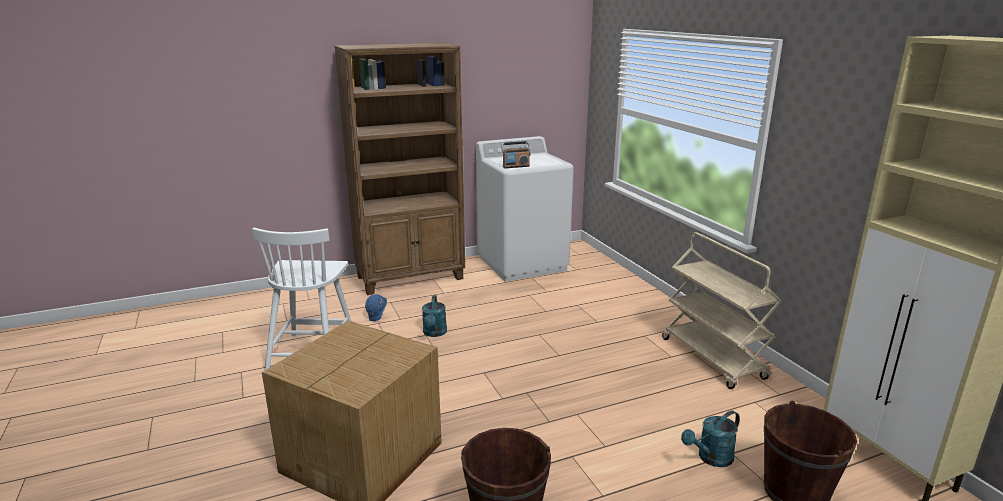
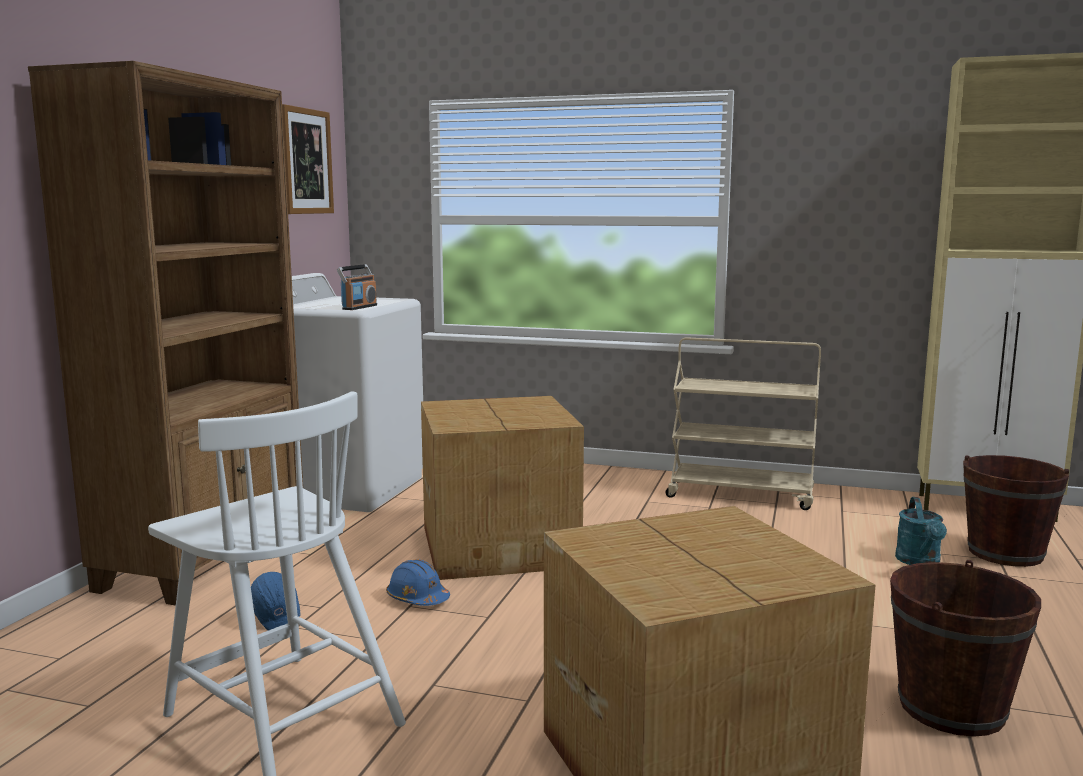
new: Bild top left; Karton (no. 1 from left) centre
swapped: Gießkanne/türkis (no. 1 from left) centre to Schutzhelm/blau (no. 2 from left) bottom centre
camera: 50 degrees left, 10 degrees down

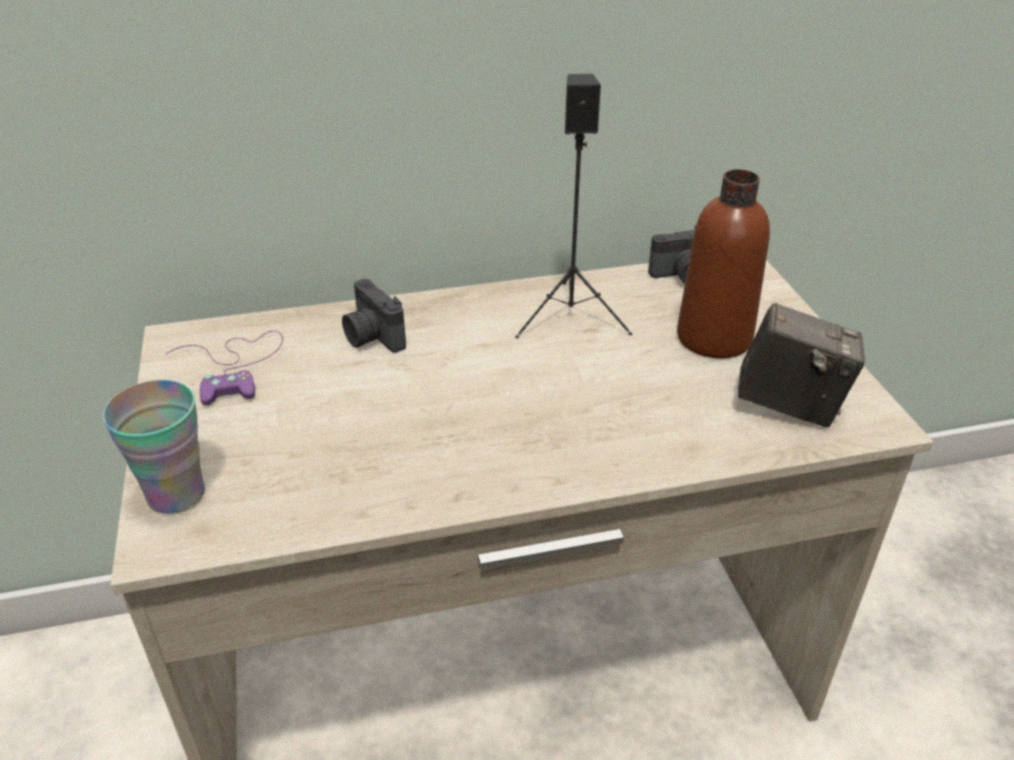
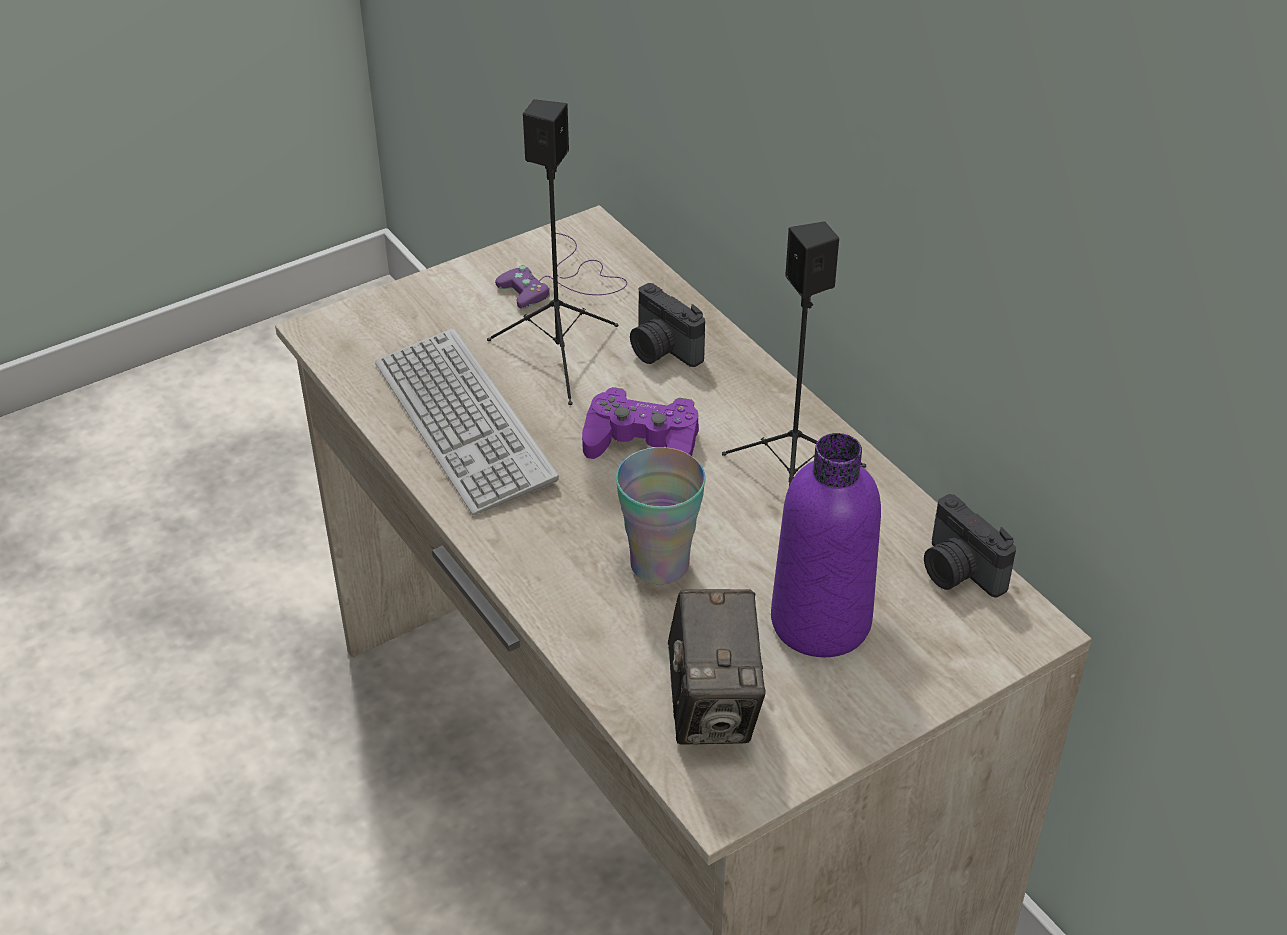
new: Lautsprecher/schwarz (no. 1 from left) top centre; Tastatur centre; Gamepad/lila (no. 2 from left) centre
shifted: Tasse middle left to centre
repainted: Flasche/braun middle right to Flasche/lila centre
rotated: Kamera (no. 1 from left) centre = centre 75 degrees counterclockwise
camera: 70 degrees right, 5 degrees up

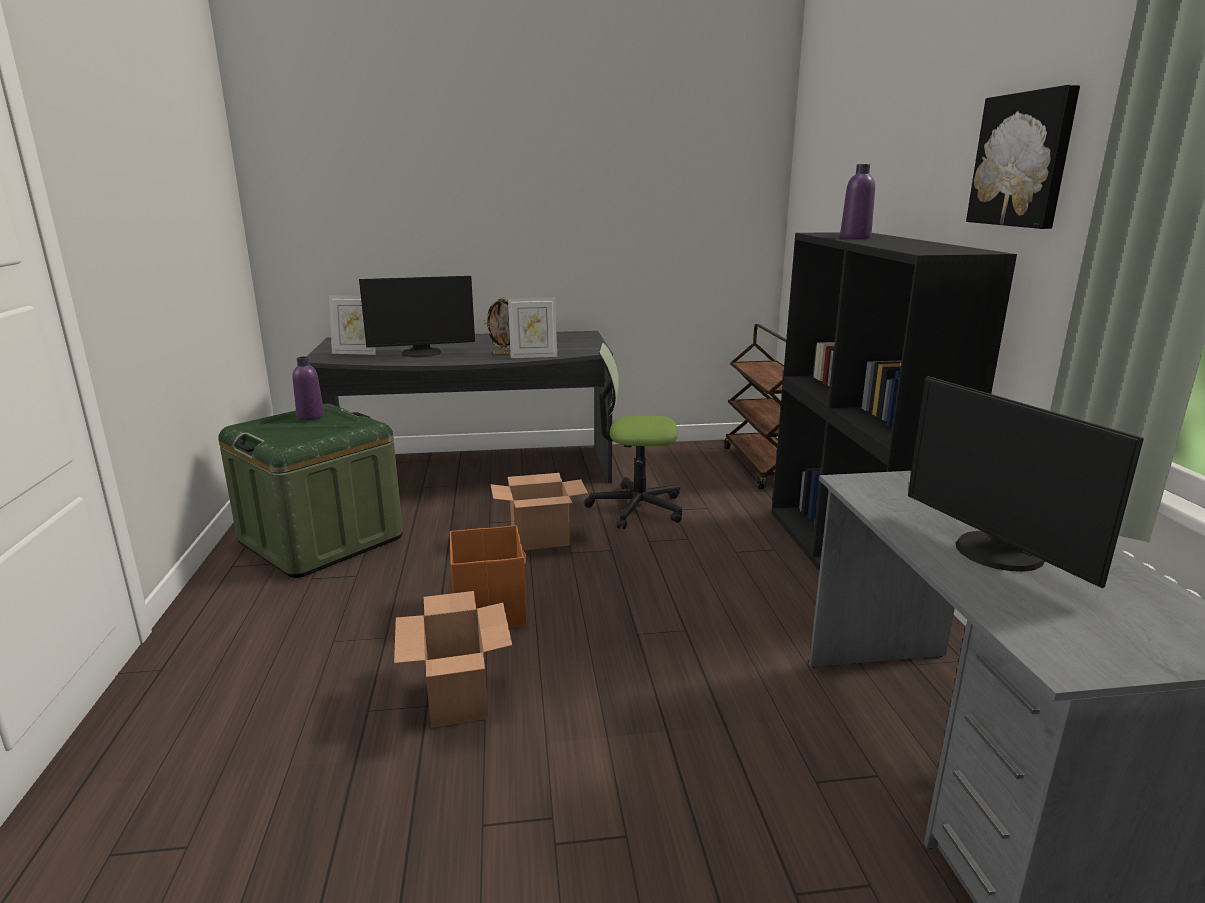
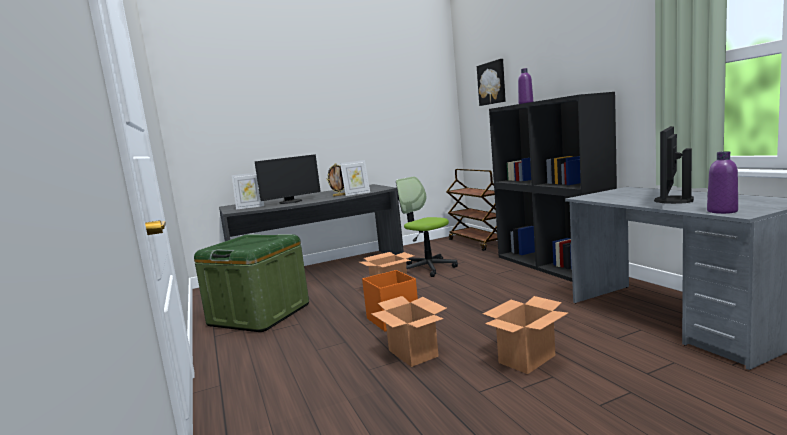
new: Karton (no. 3 from left) bottom right
shifted: Bild top right to top centre; Flasche/lila (no. 1 from left in the first image) middle left to Flasche/lila (no. 2 from left) middle right
rotated: Bürostuhl centre = centre 60 degrees clockwise; Monitor (no. 2 from left) middle right = middle right 75 degrees clockwise
camera: 15 degrees left, 10 degrees down

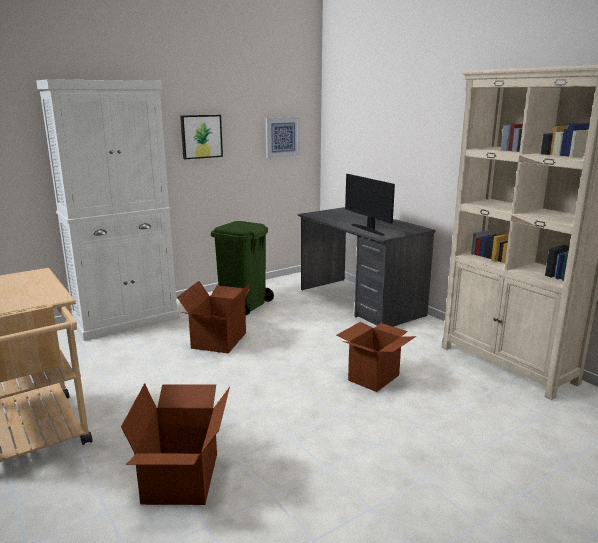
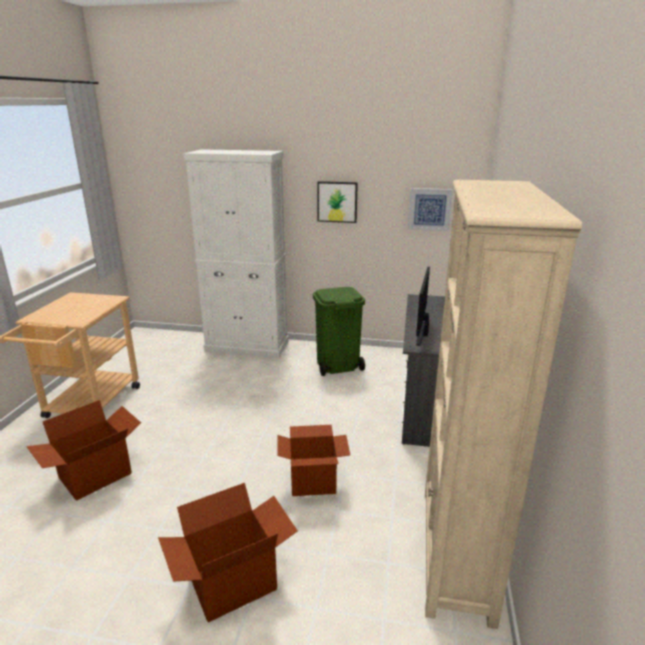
shifted: Karton (no. 2 from left) centre to bottom centre
camera: 45 degrees right, 5 degrees up

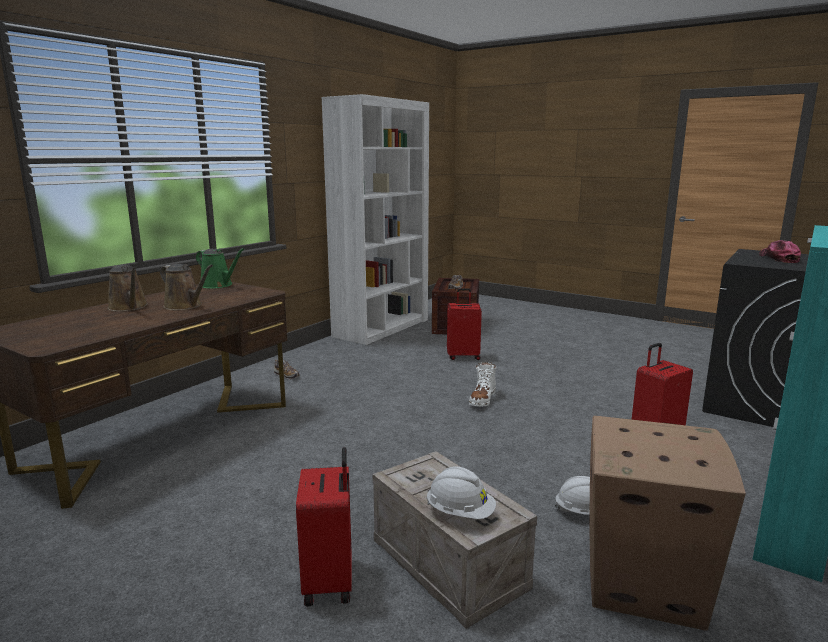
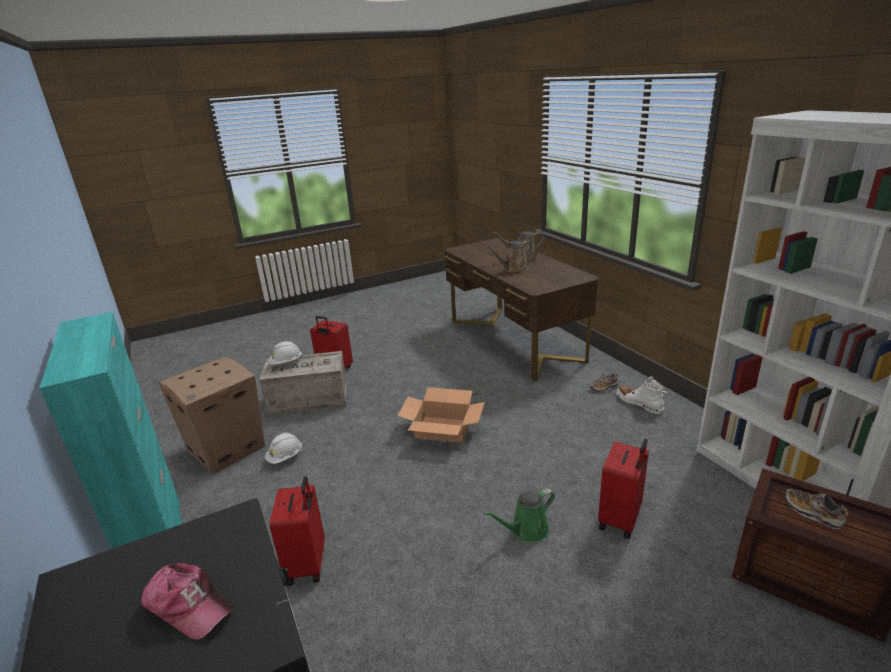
new: Karton (no. 2 from left) centre
shifted: Gießkanne/grün middle left to bottom centre; Stiefel/weiß centre to middle right
camera: 120 degrees right, 10 degrees up

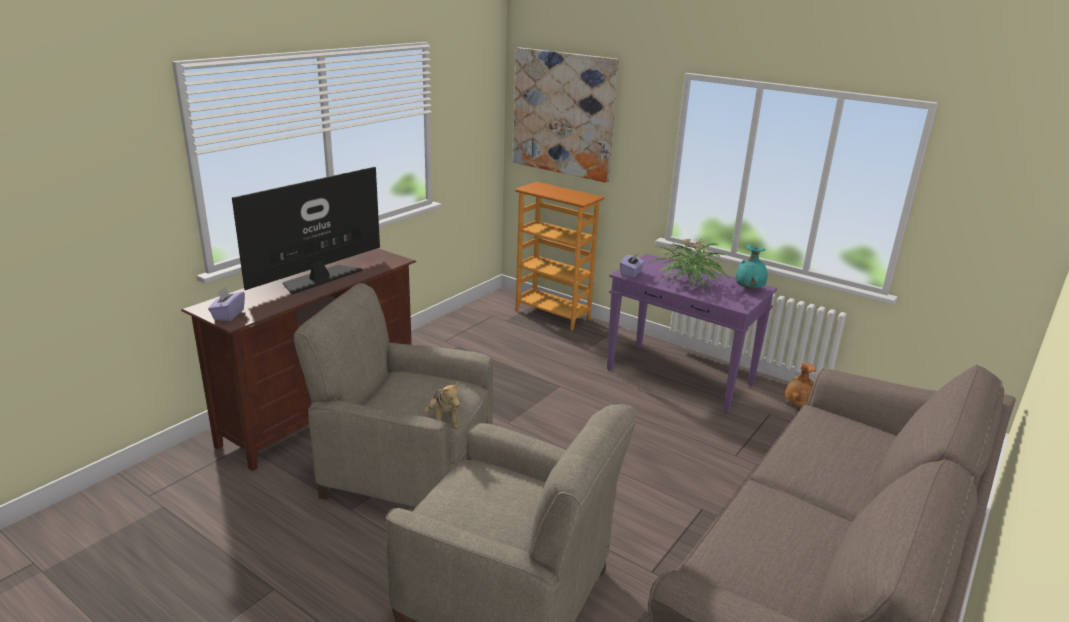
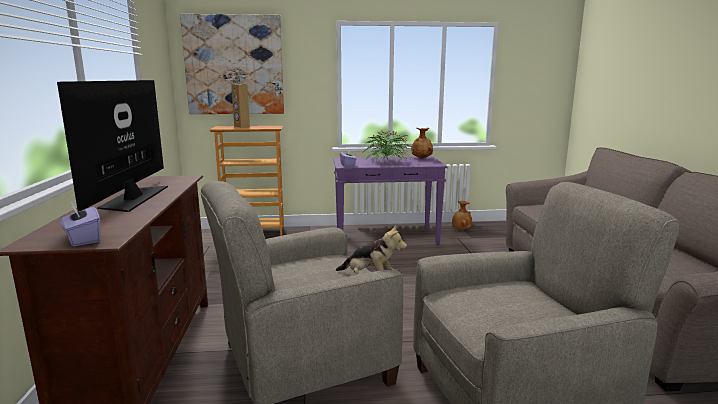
new: Lautsprecher/braun top centre
repainted: Vase/türkis middle right to Vase/braun (no. 1 from left) centre
camera: 40 degrees left, 10 degrees down

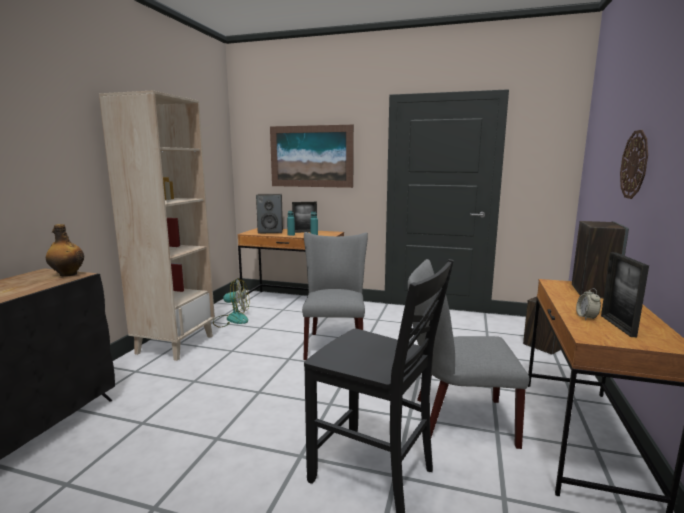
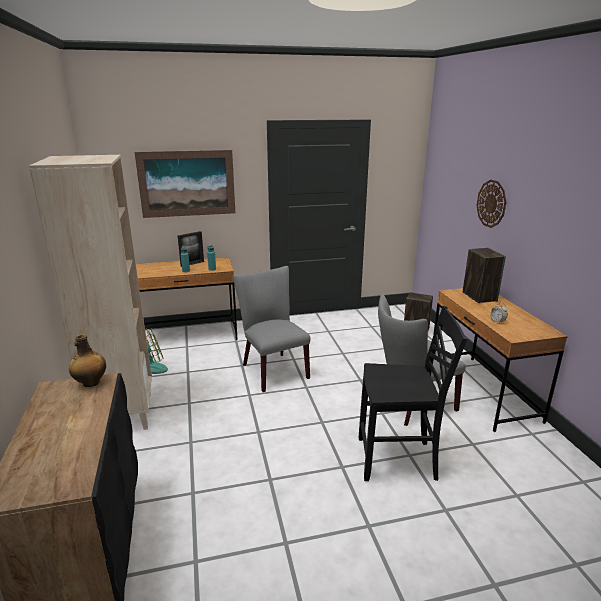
gone: Lautsprecher (no. 1 from left) centre; Bilderrahmen (no. 2 from left) middle right
camera: 30 degrees left, 10 degrees up

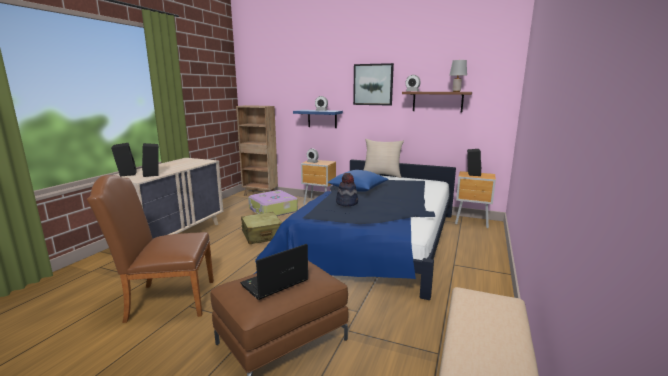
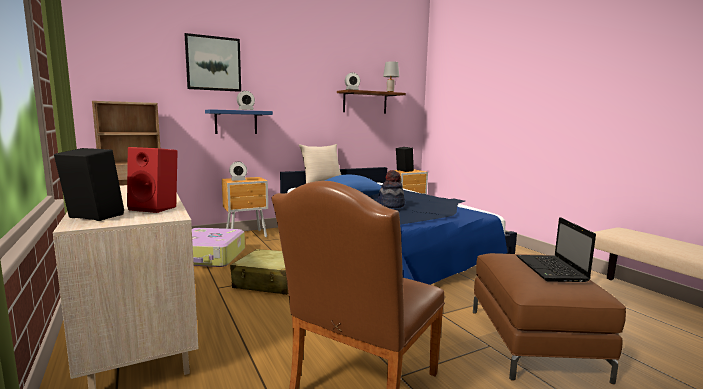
shifted: Bild top centre to top left
repainted: Lautsprecher/schwarz (no. 2 from left) middle left to Lautsprecher/rot middle left
camera: 50 degrees left, 5 degrees down

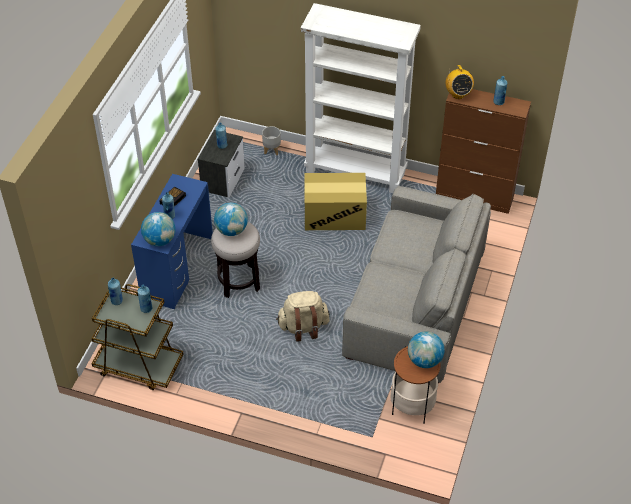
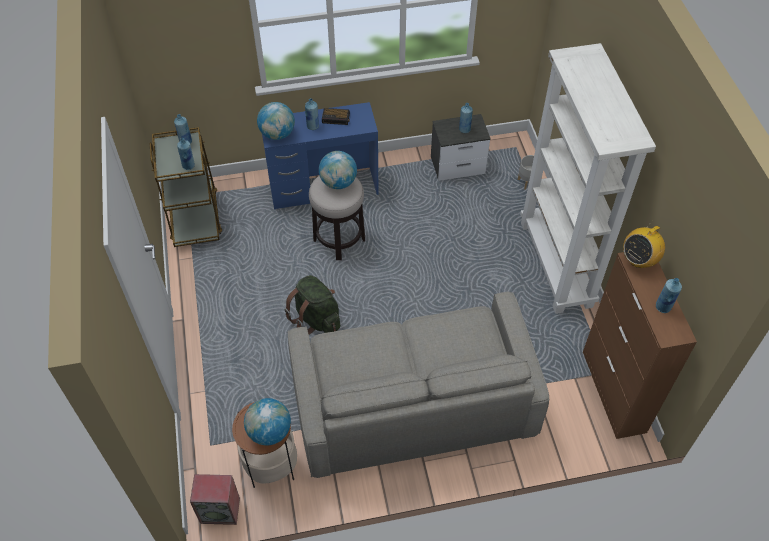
gone: Karton centre
new: Lautsprecher bottom left
repainted: Rucksack/beige centre to Rucksack/grün centre
camera: 60 degrees right, 5 degrees up

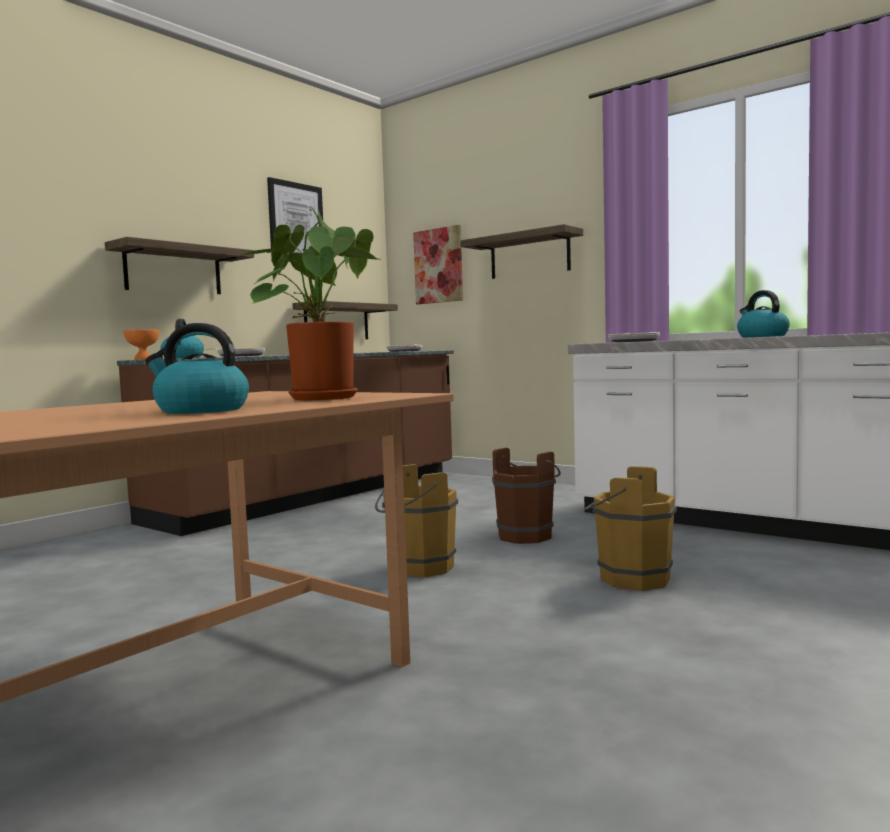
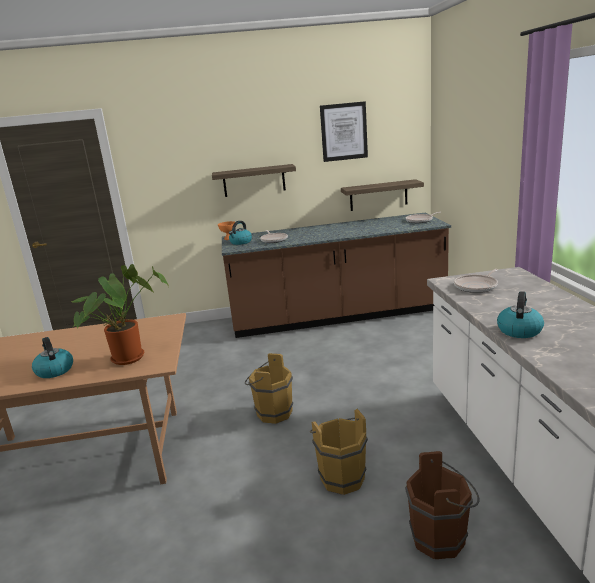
gone: Wandregal (no. 3 from left) top centre; Bild (no. 2 from left) top centre
shifted: Eimer/braun (no. 2 from left in the first image) centre to Eimer/braun (no. 3 from left) bottom right
camera: 45 degrees right, 15 degrees up

